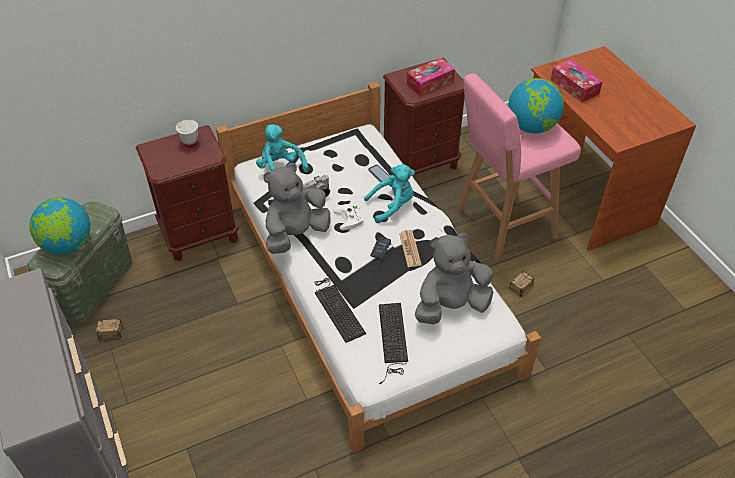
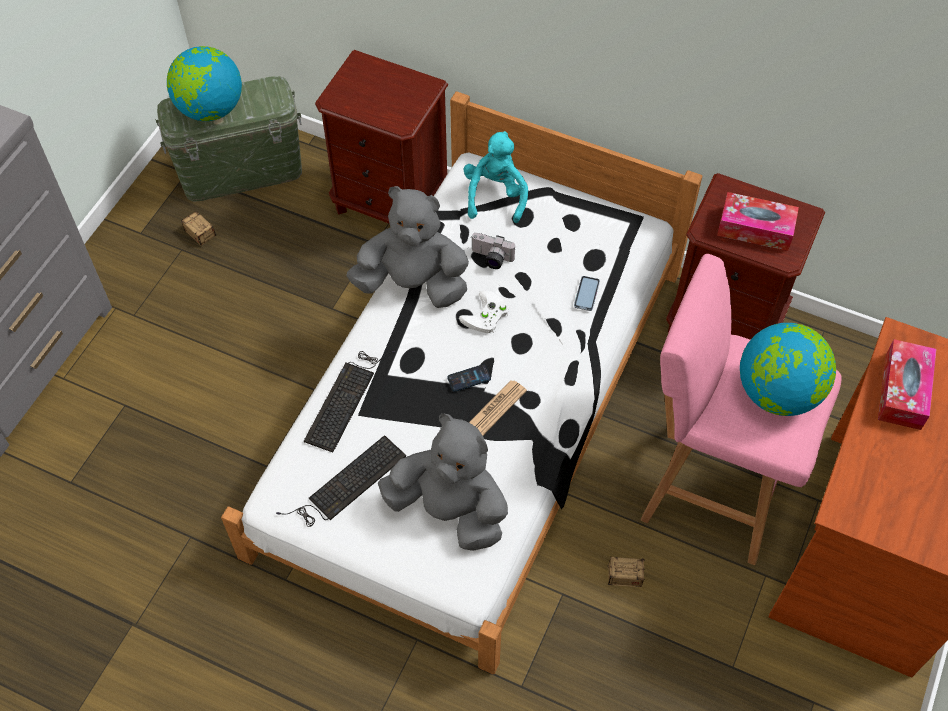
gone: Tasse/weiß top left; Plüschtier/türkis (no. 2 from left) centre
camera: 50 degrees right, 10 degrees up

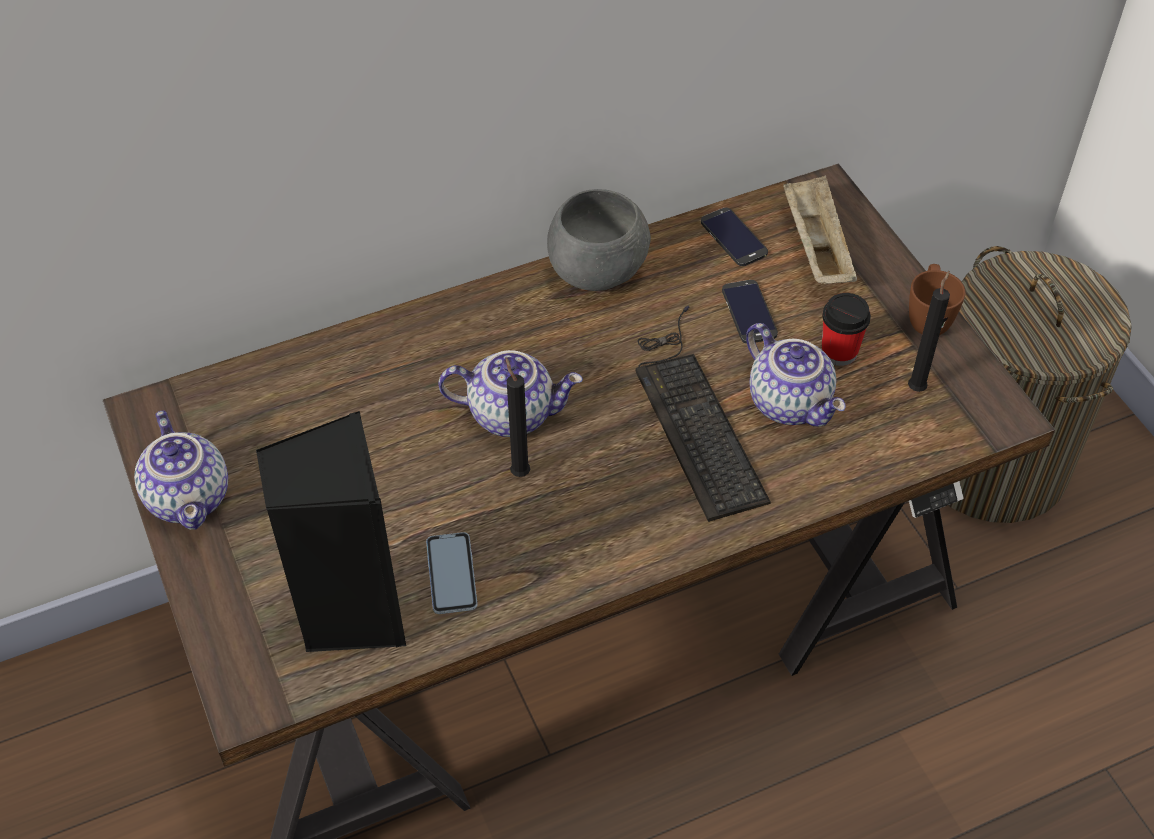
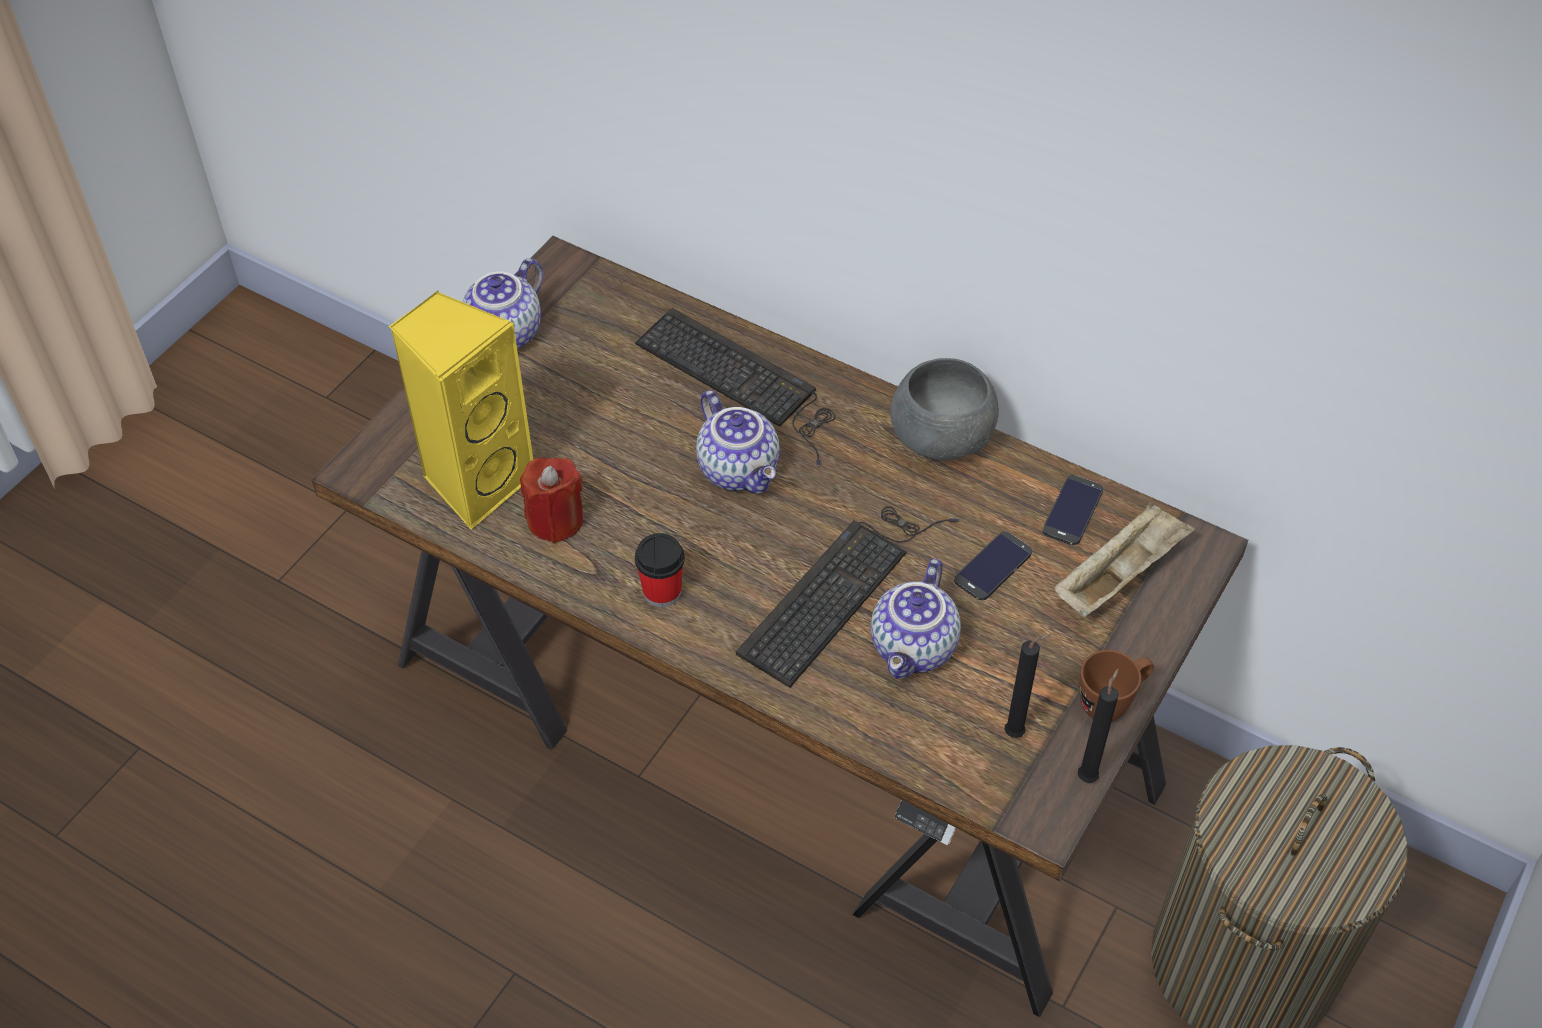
new: Tastatur (no. 1 from left) centre
shifted: Tasse middle right to centre; Kerze/schwarz (no. 1 from left in the first image) centre to Kerze/schwarz (no. 2 from left) bottom right
swapped: Handy (no. 1 from left) bottom centre to Kerze/rot centre
repainted: Lautsprecher/schwarz middle left to Lautsprecher/gelb middle left
camera: 55 degrees right, 0 degrees up

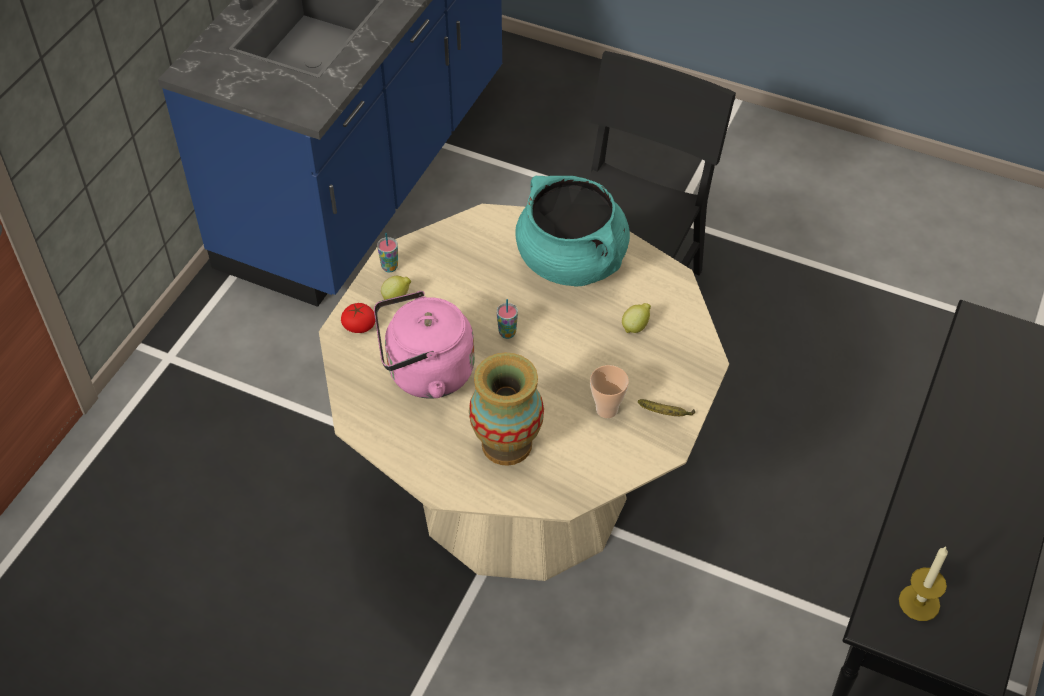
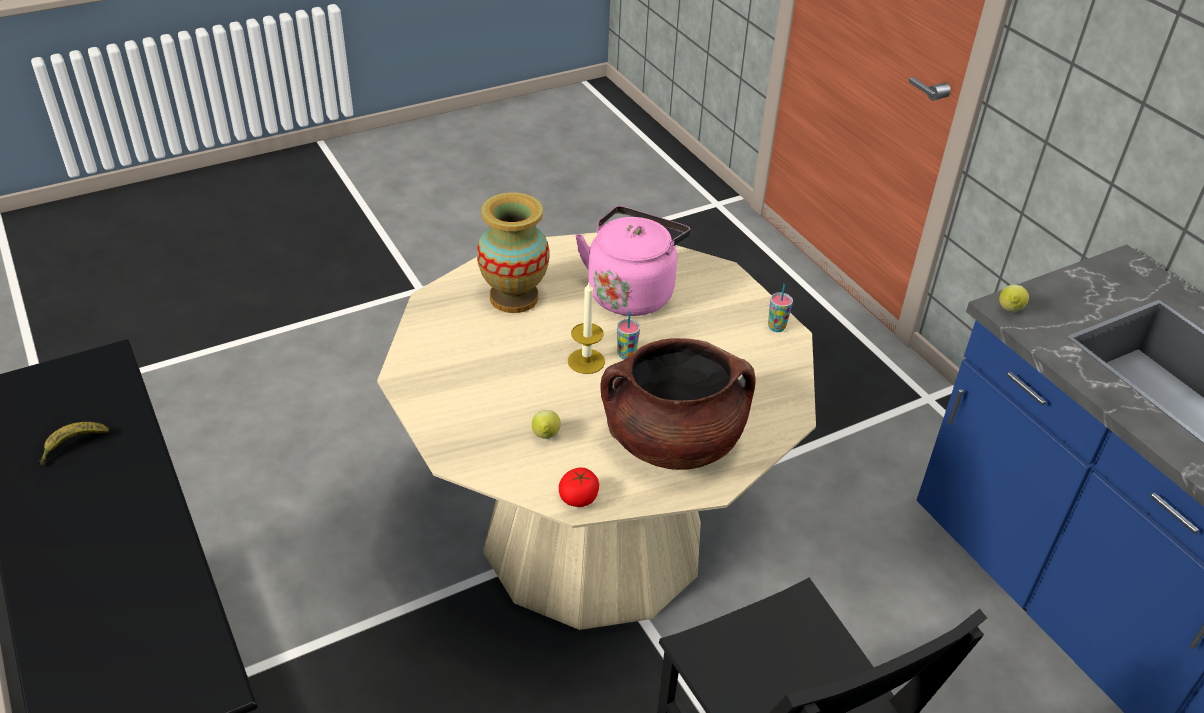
gone: Tasse (no. 3 from left) centre
shifted: Zitrone (no. 1 from left in the first image) centre to Zitrone (no. 2 from left) middle right; Tomate centre to bottom centre; Banane centre to middle left; Kerze bottom right to centre
repainted: Kochtopf/türkis top centre to Kochtopf/braun centre
camera: 125 degrees right, 10 degrees down

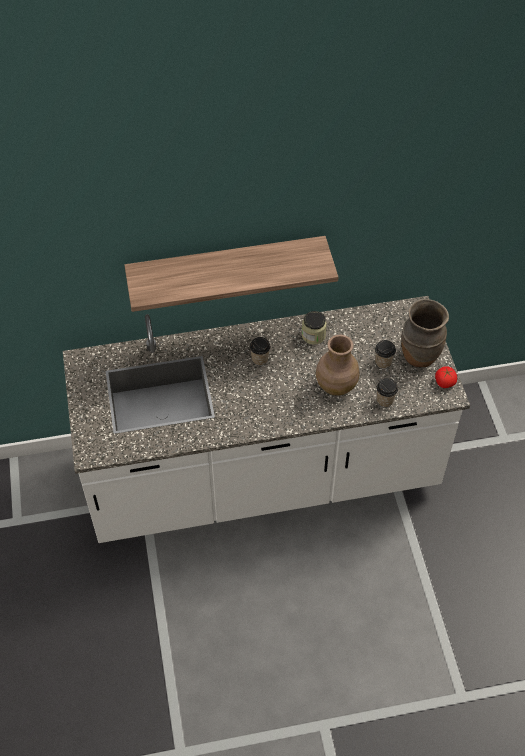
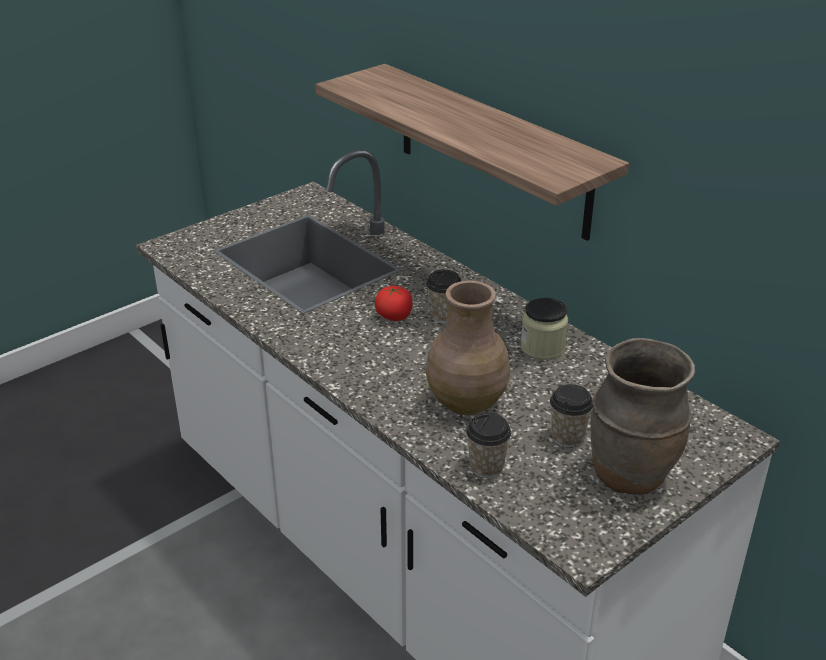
shifted: Tomate middle right to centre
camera: 60 degrees right, 20 degrees down

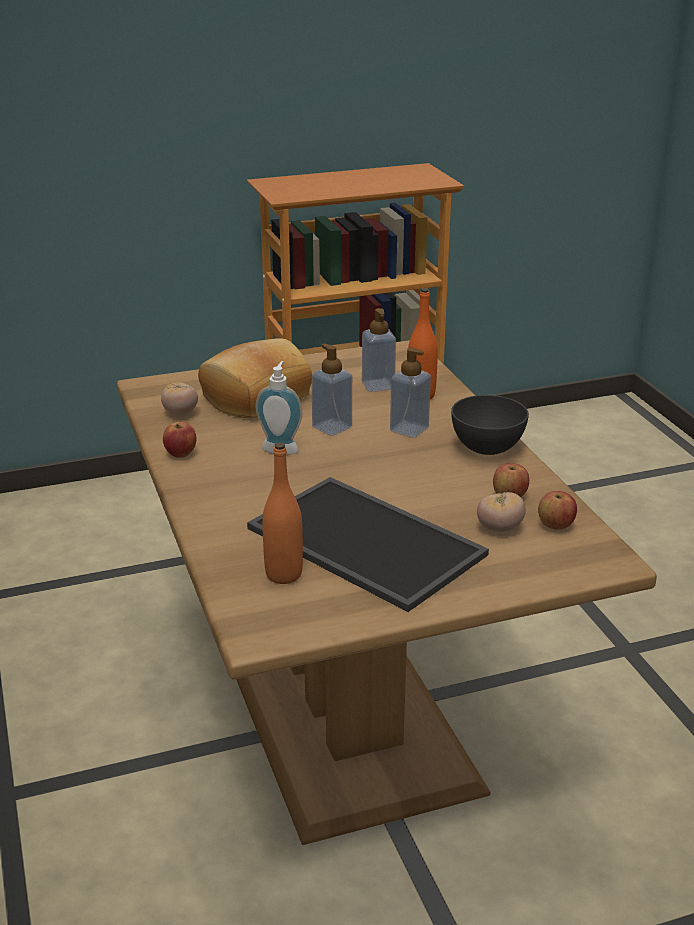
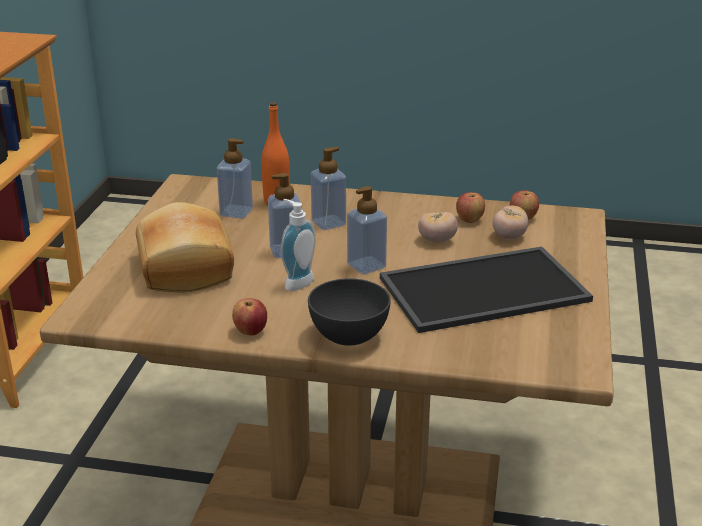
gone: Flasche/orange (no. 1 from left) centre
new: Seifenspender (no. 5 from left) centre
shifted: Tomate (no. 1 from left) middle left to centre; Schüssel/grau middle right to centre
camera: 60 degrees left, 0 degrees up

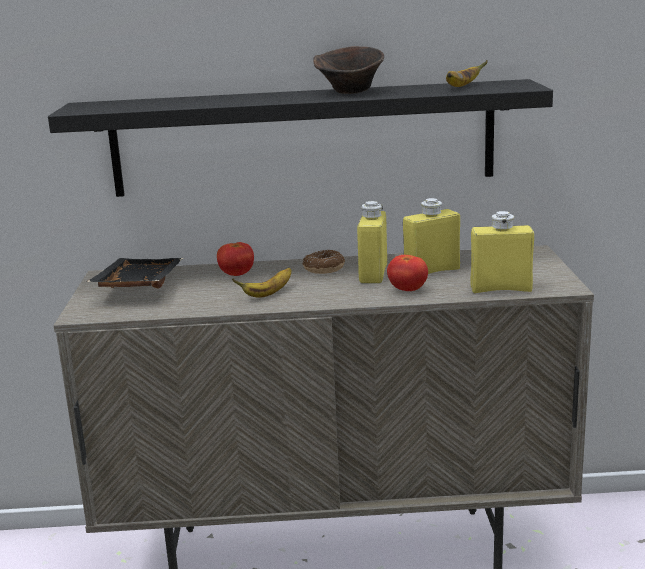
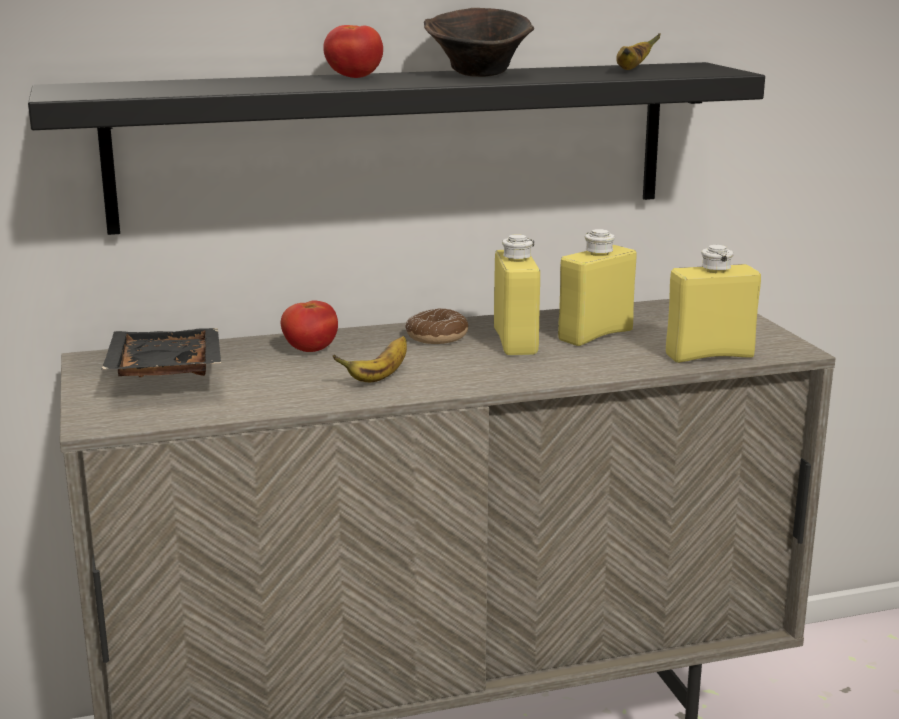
shifted: Tomate (no. 2 from left) centre to top centre
camera: 15 degrees left, 0 degrees up

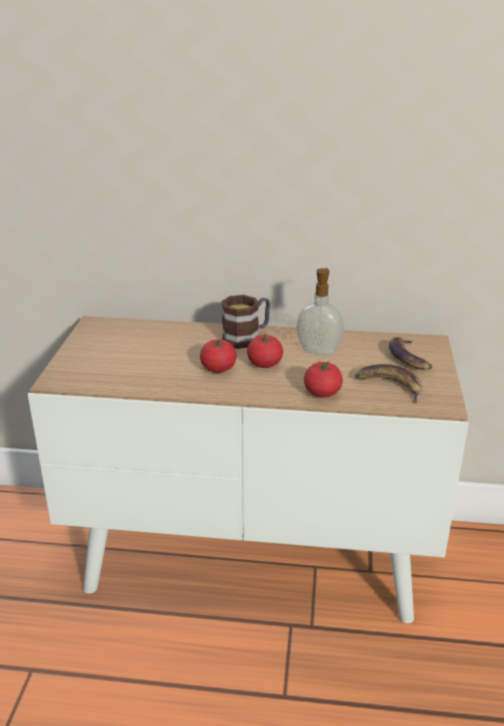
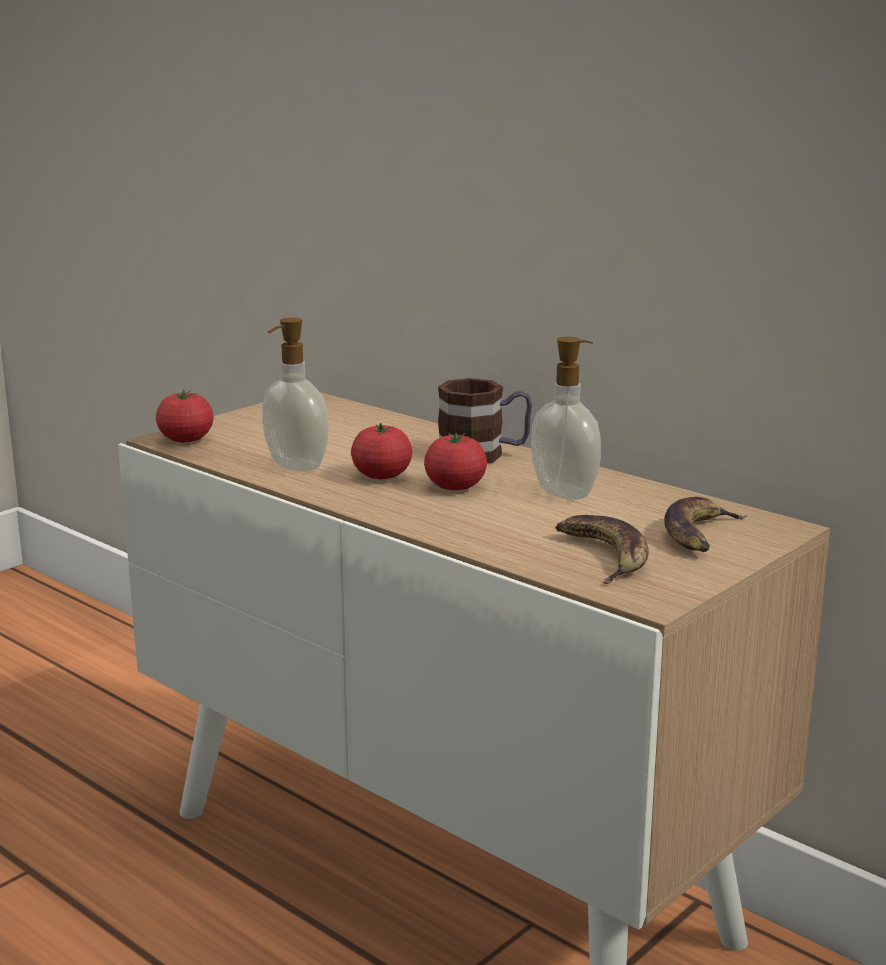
new: Seifenspender (no. 1 from left) middle left
shifted: Tomate (no. 3 from left in the first image) centre to Tomate (no. 1 from left) middle left
camera: 35 degrees right, 10 degrees down

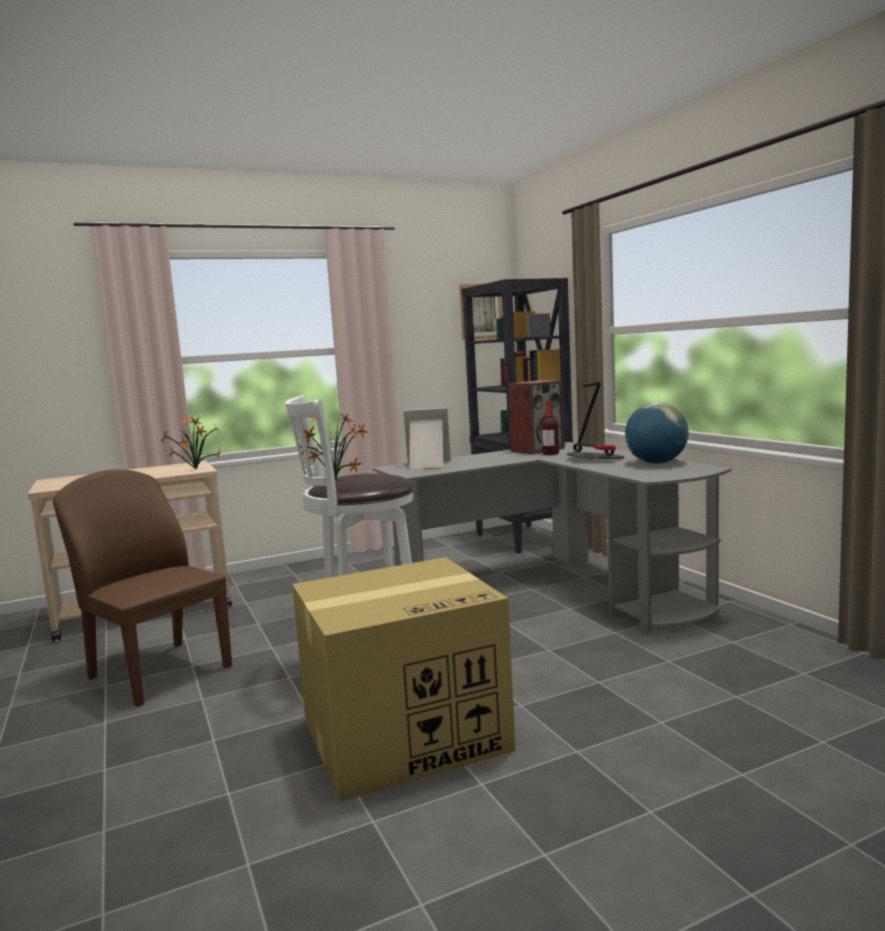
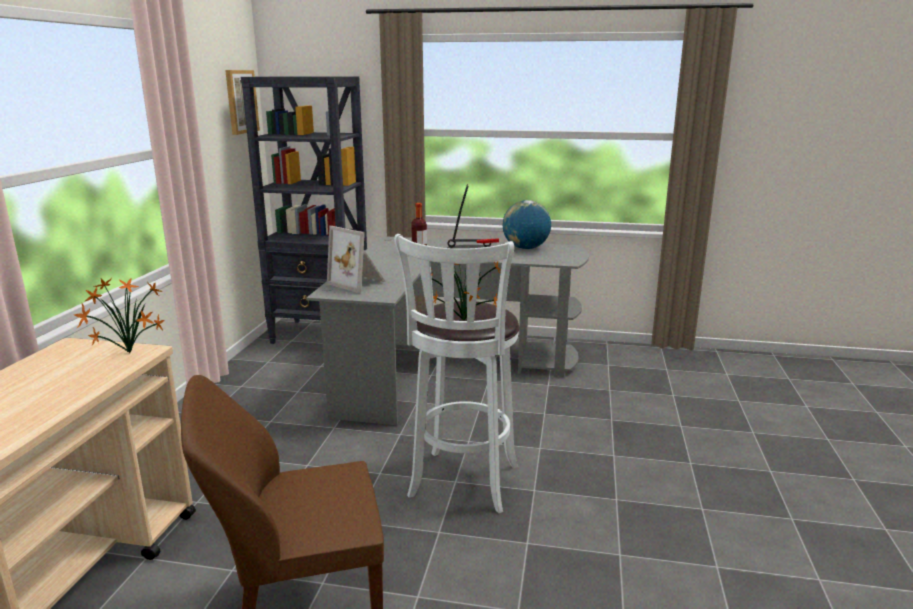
gone: Lautsprecher centre; Karton bottom centre
rotated: Bilderrahmen centre = centre 90 degrees counterclockwise
camera: 55 degrees left, 10 degrees up

